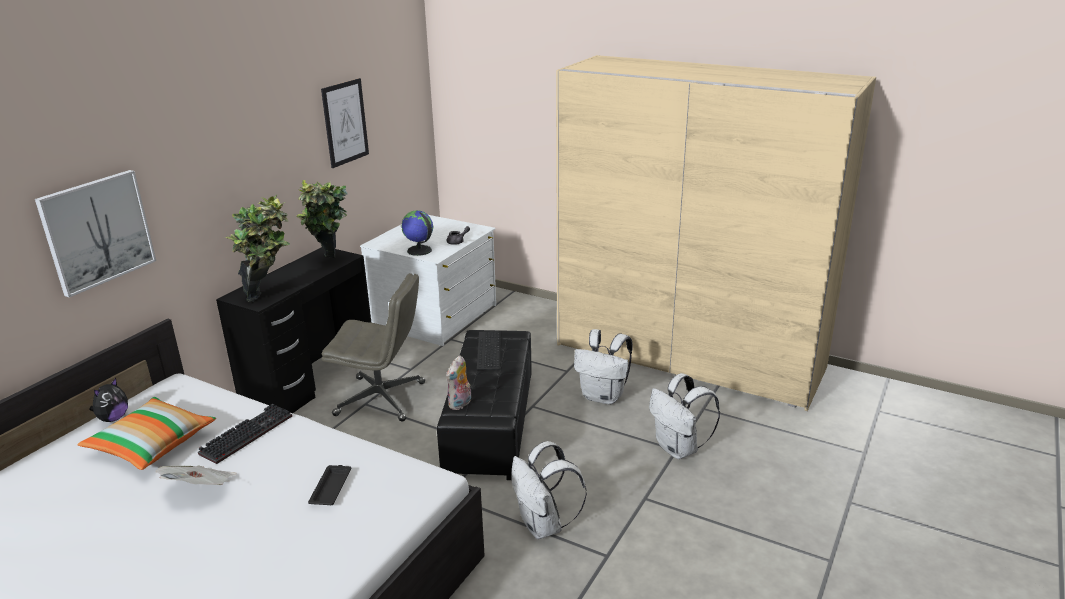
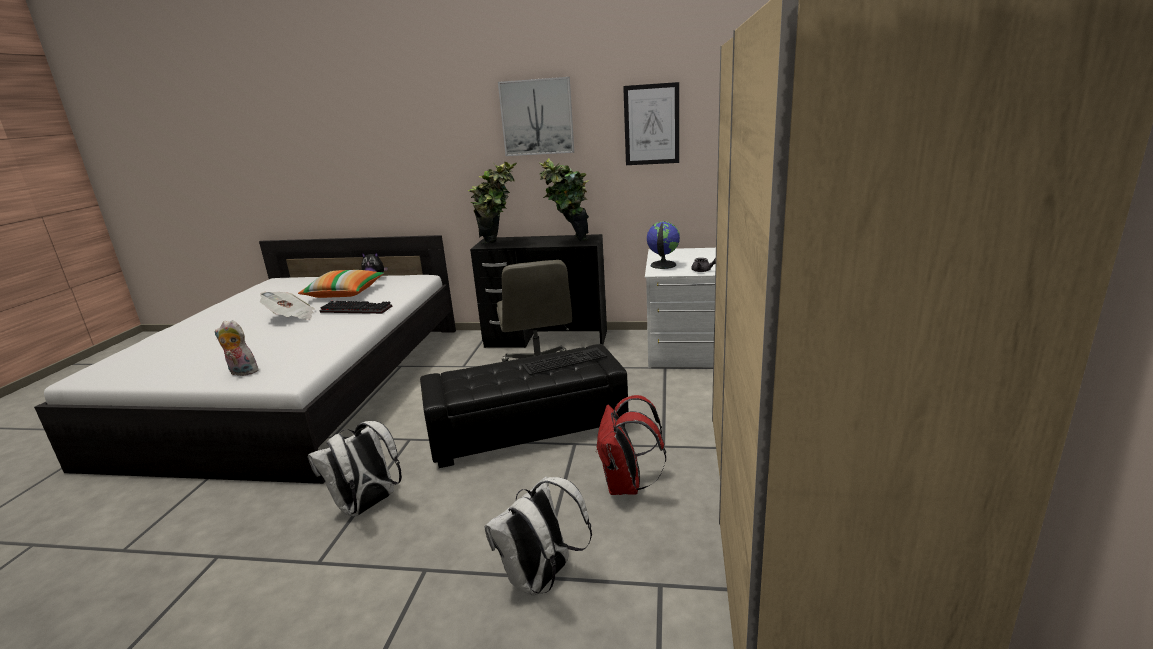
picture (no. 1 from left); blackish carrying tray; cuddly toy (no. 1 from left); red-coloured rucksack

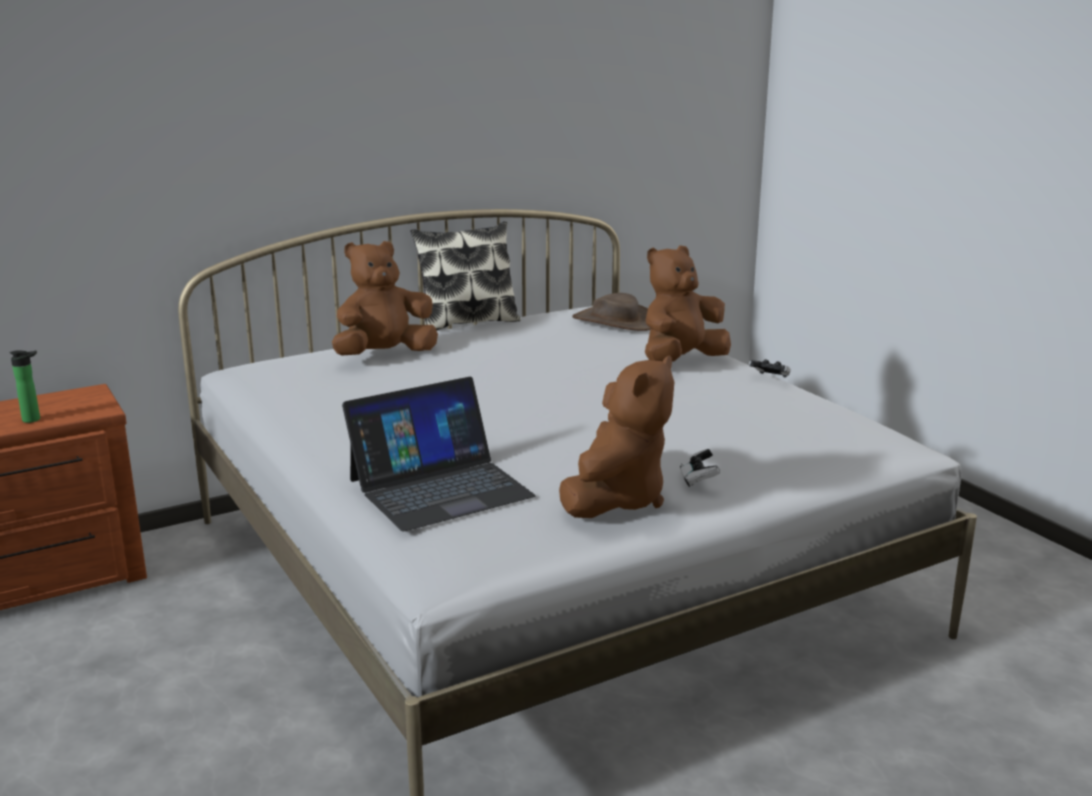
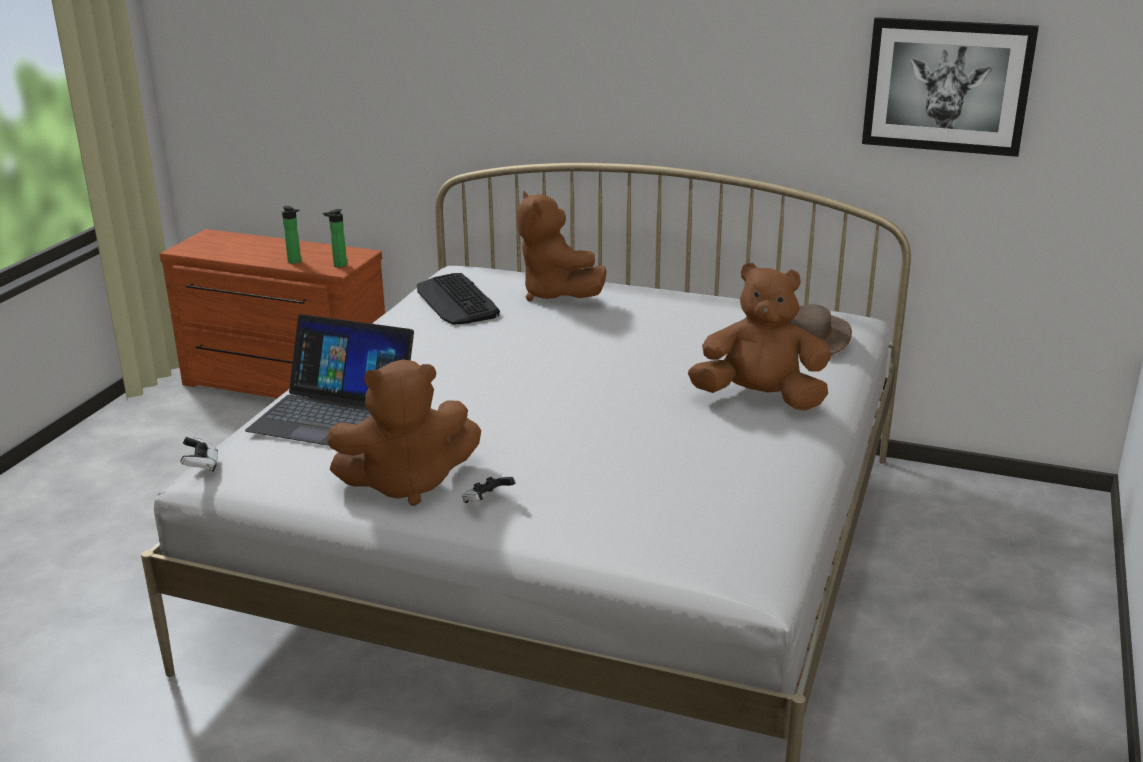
brown cuddly toy (no. 2 from left); cushion; joypad (no. 1 from left); bottle (no. 2 from left); PC keyboard; picture

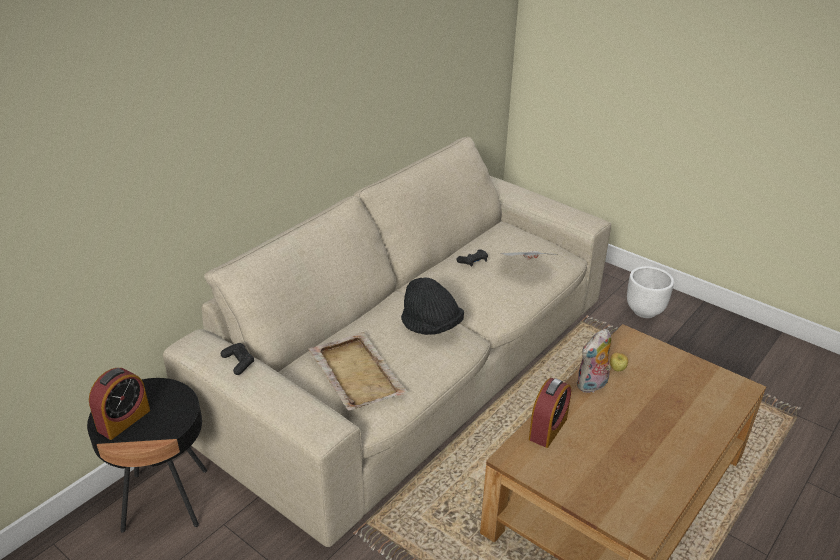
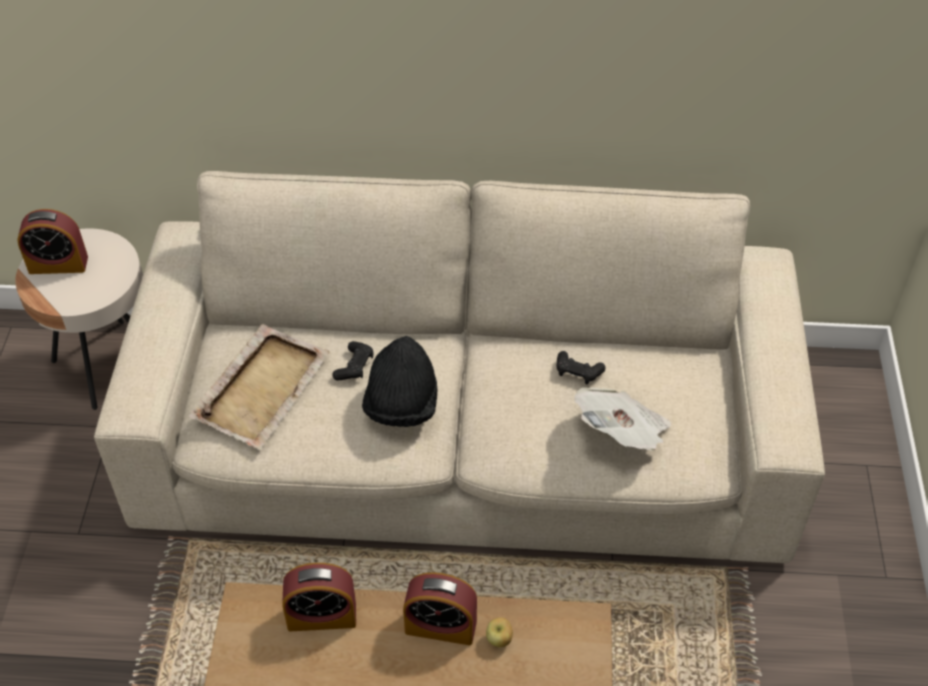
beige accent table; blackish joypad (no. 1 from left); bedside clock (no. 3 from left); white-coloured flower pot

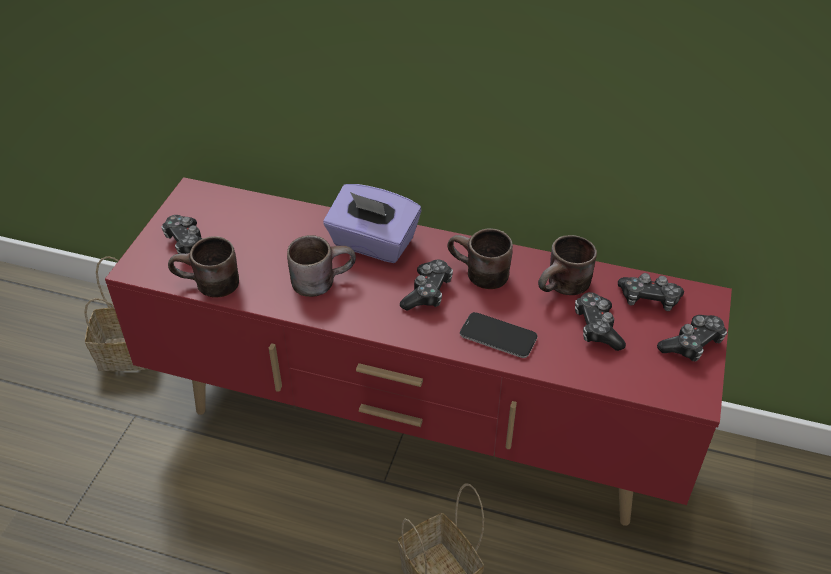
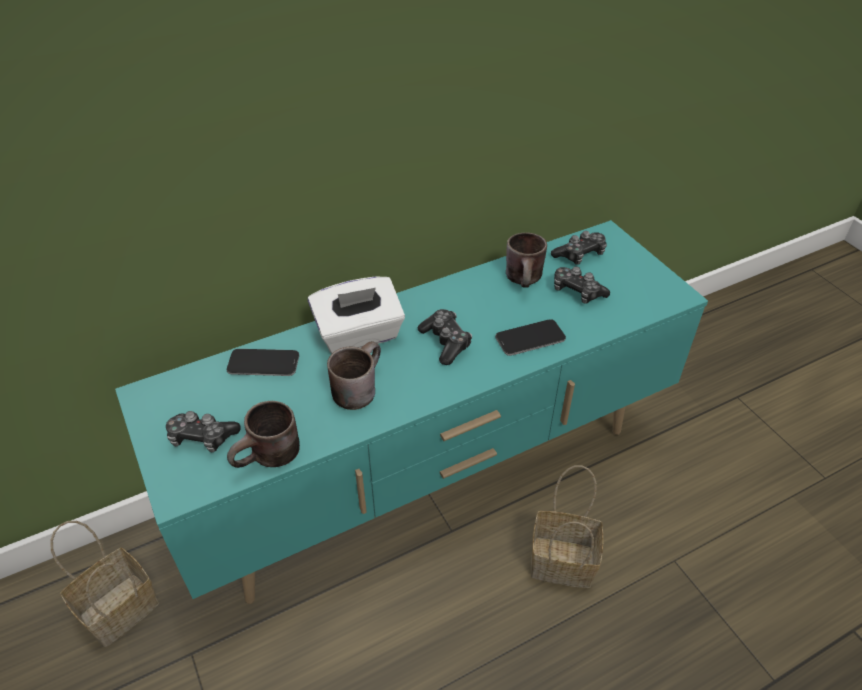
turquoise tv stand; white-coloured tissue holder; brown coffee mug (no. 3 from left in the first image); joypad (no. 5 from left in the first image); telephone (no. 1 from left)

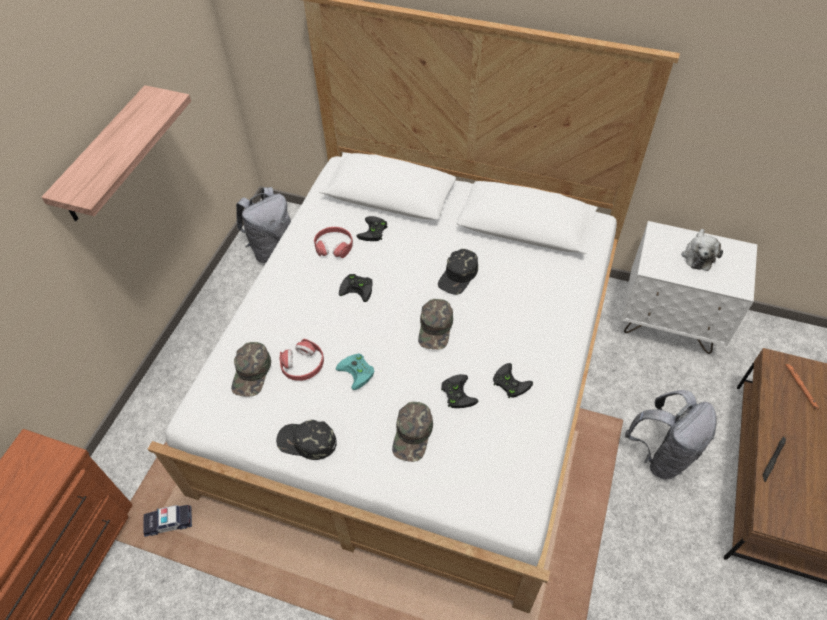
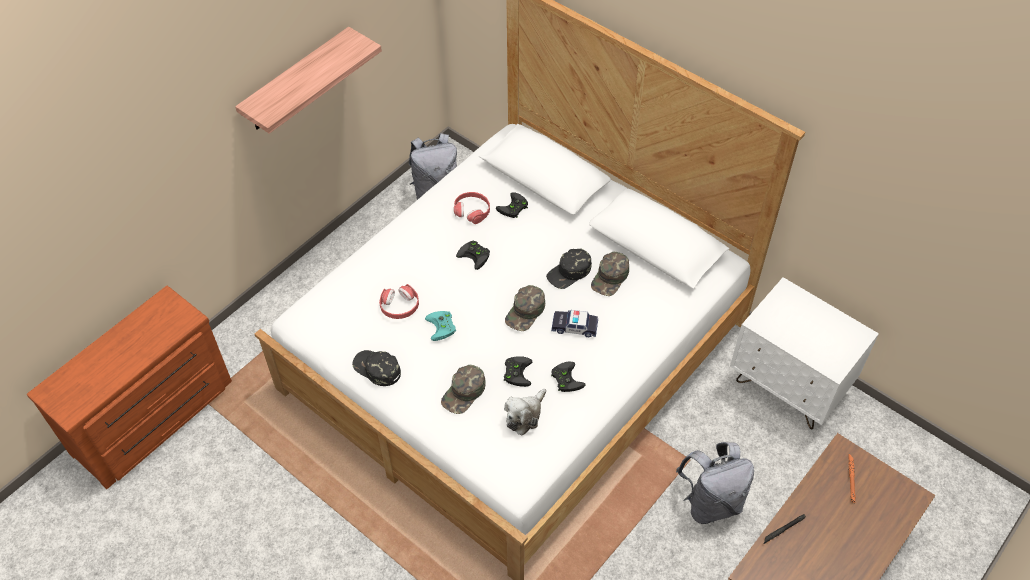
model car; green cap (no. 3 from left); cuddly toy

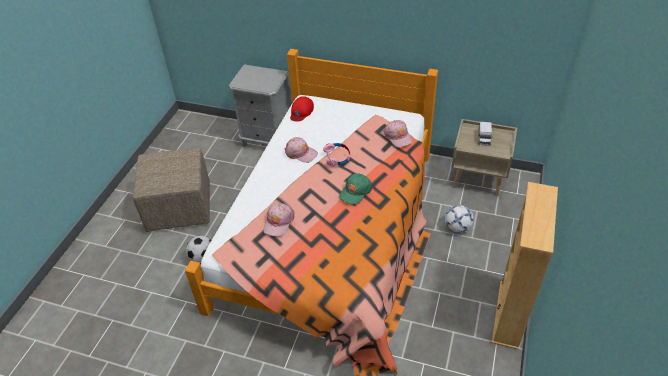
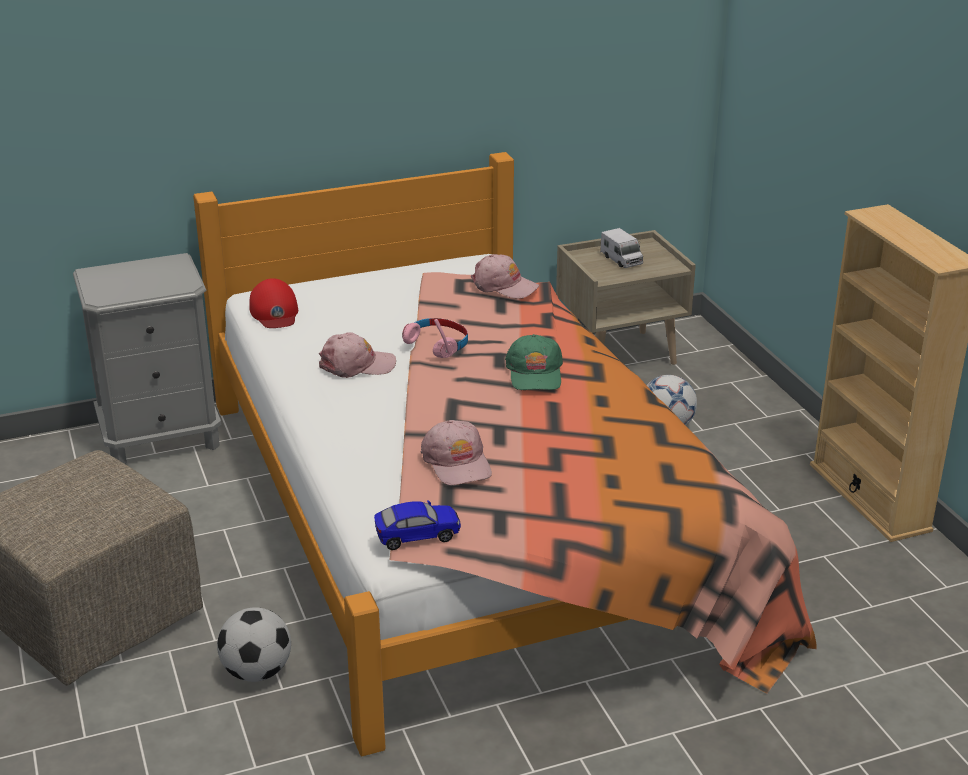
model car

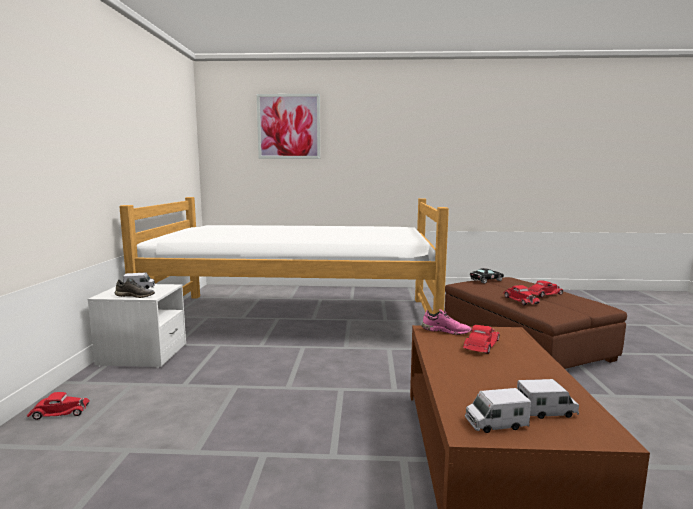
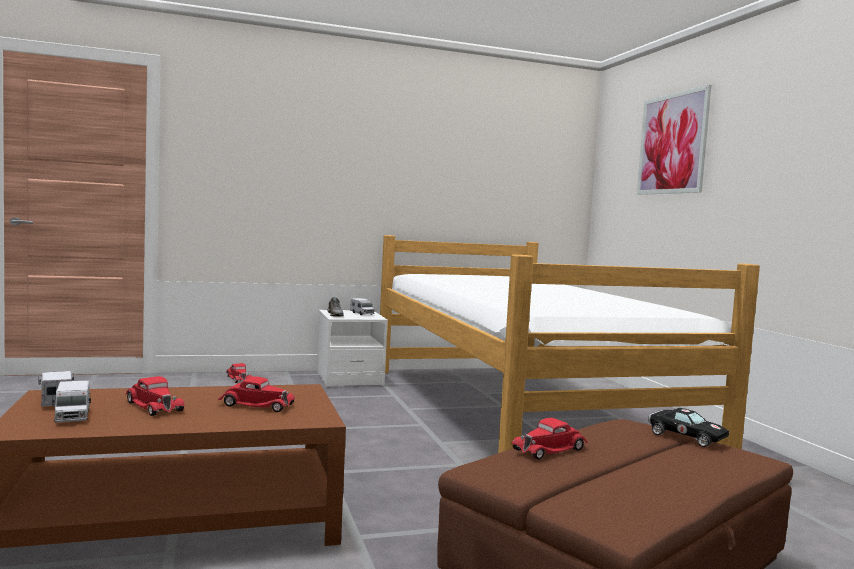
pinkish shoe; red-coloured model car (no. 1 from left)

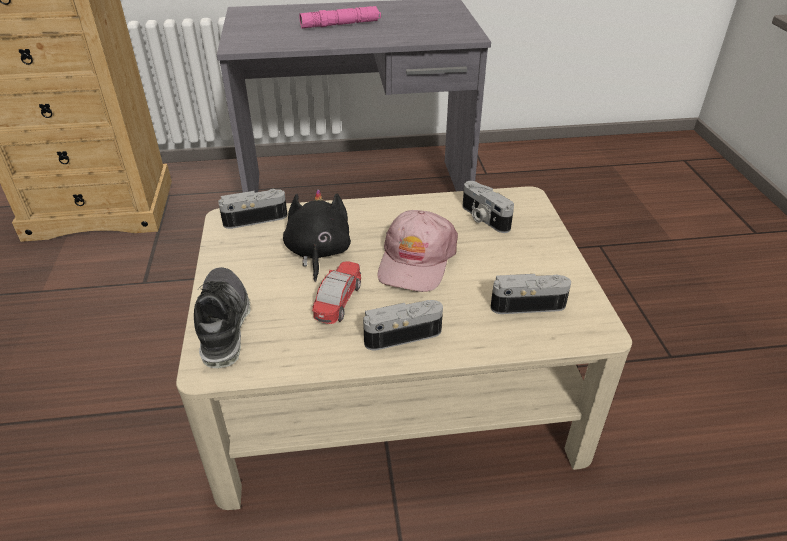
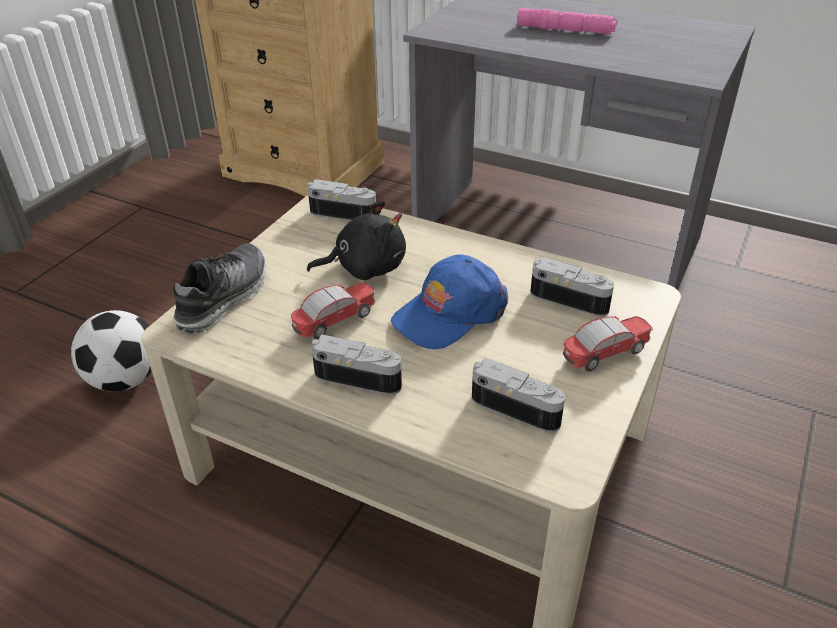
blackish cuddly toy; bluish cap; still camera (no. 4 from left); football ball; model car (no. 2 from left)

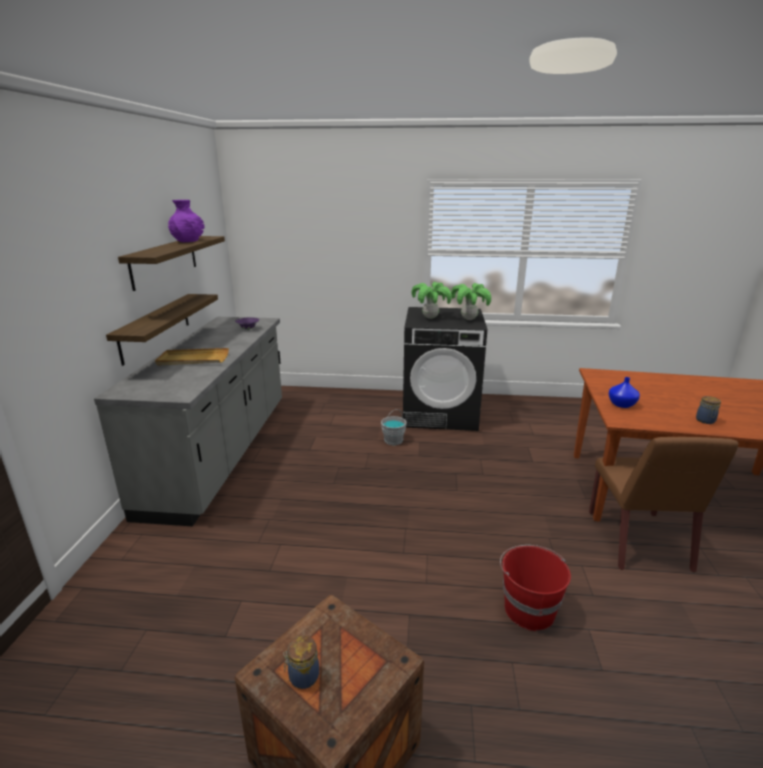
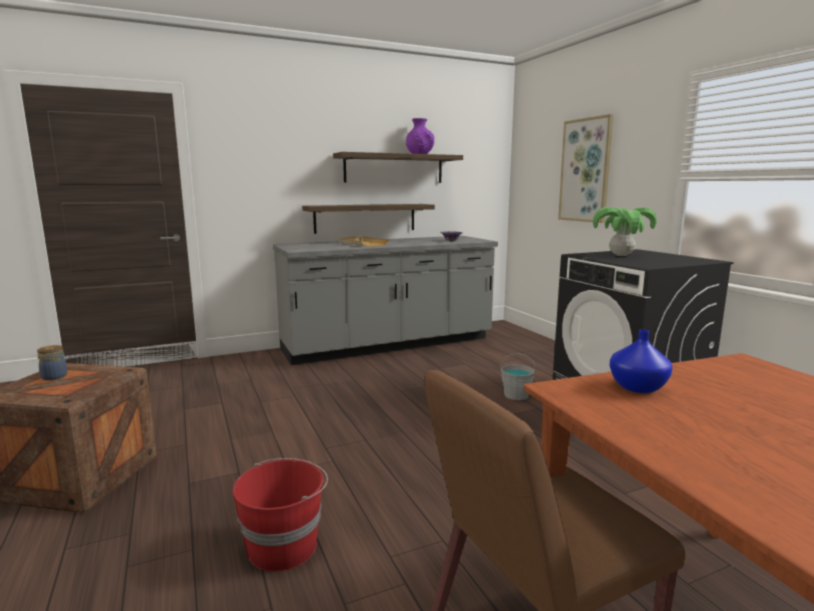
plant in a pot (no. 2 from left in the first image); storage jar (no. 2 from left in the first image); picture

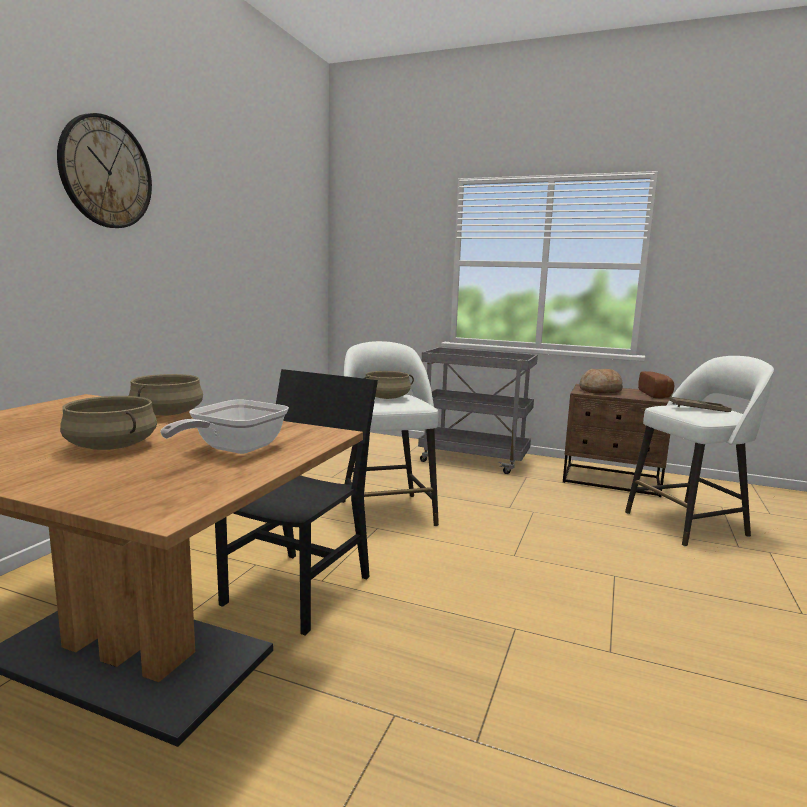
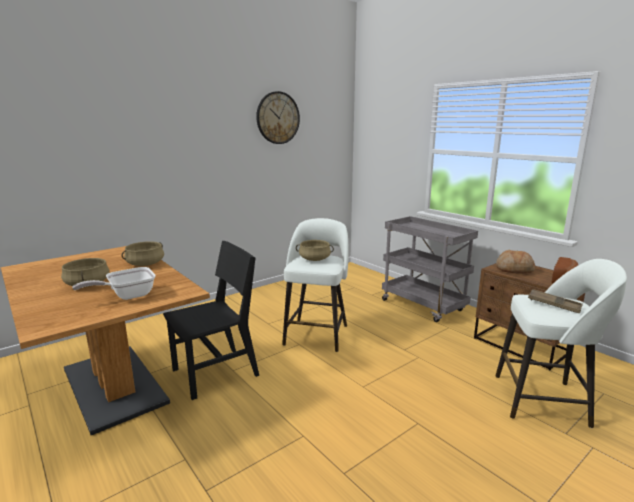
wall clock

